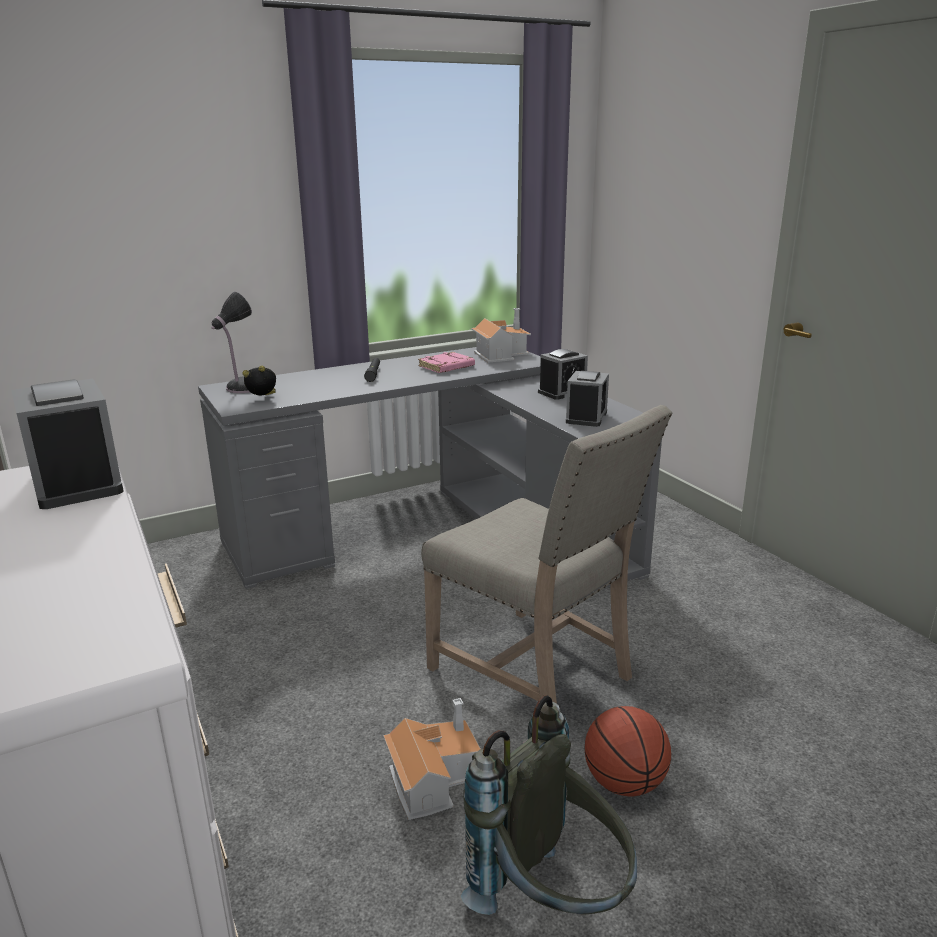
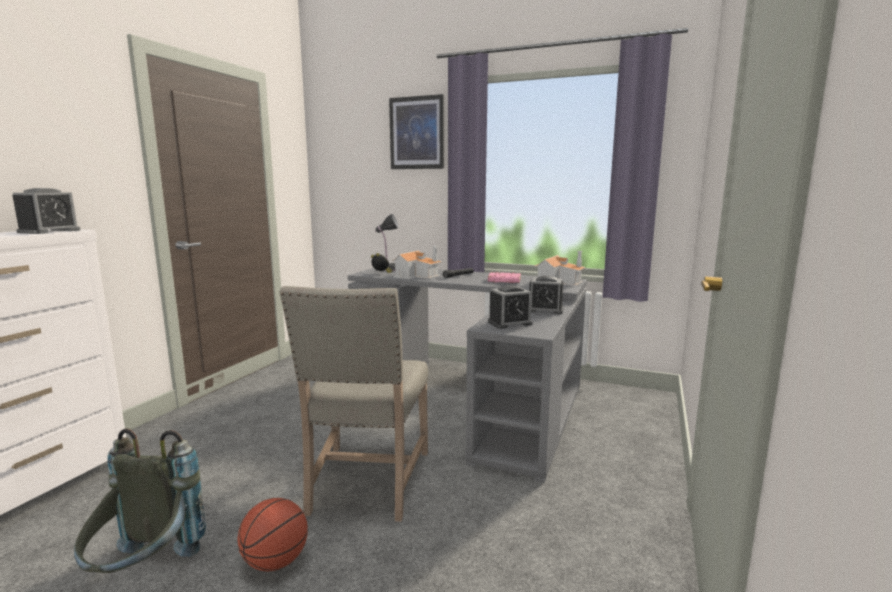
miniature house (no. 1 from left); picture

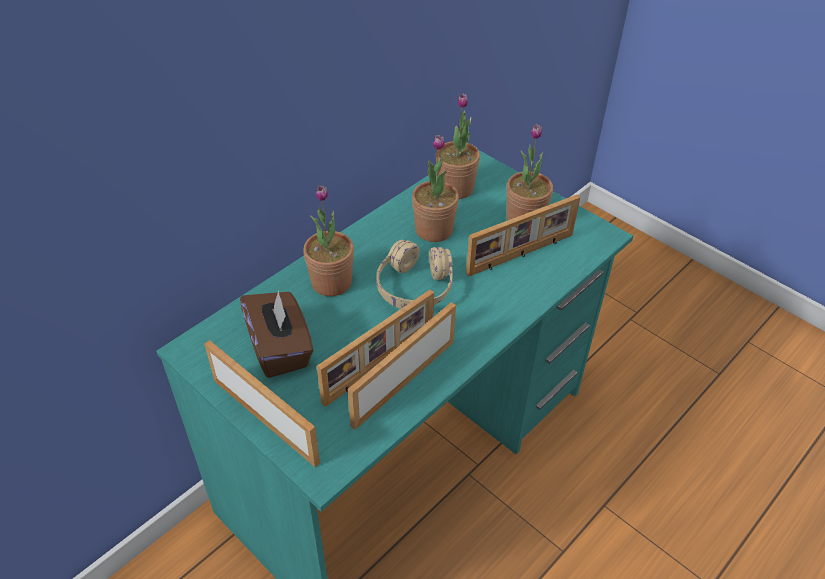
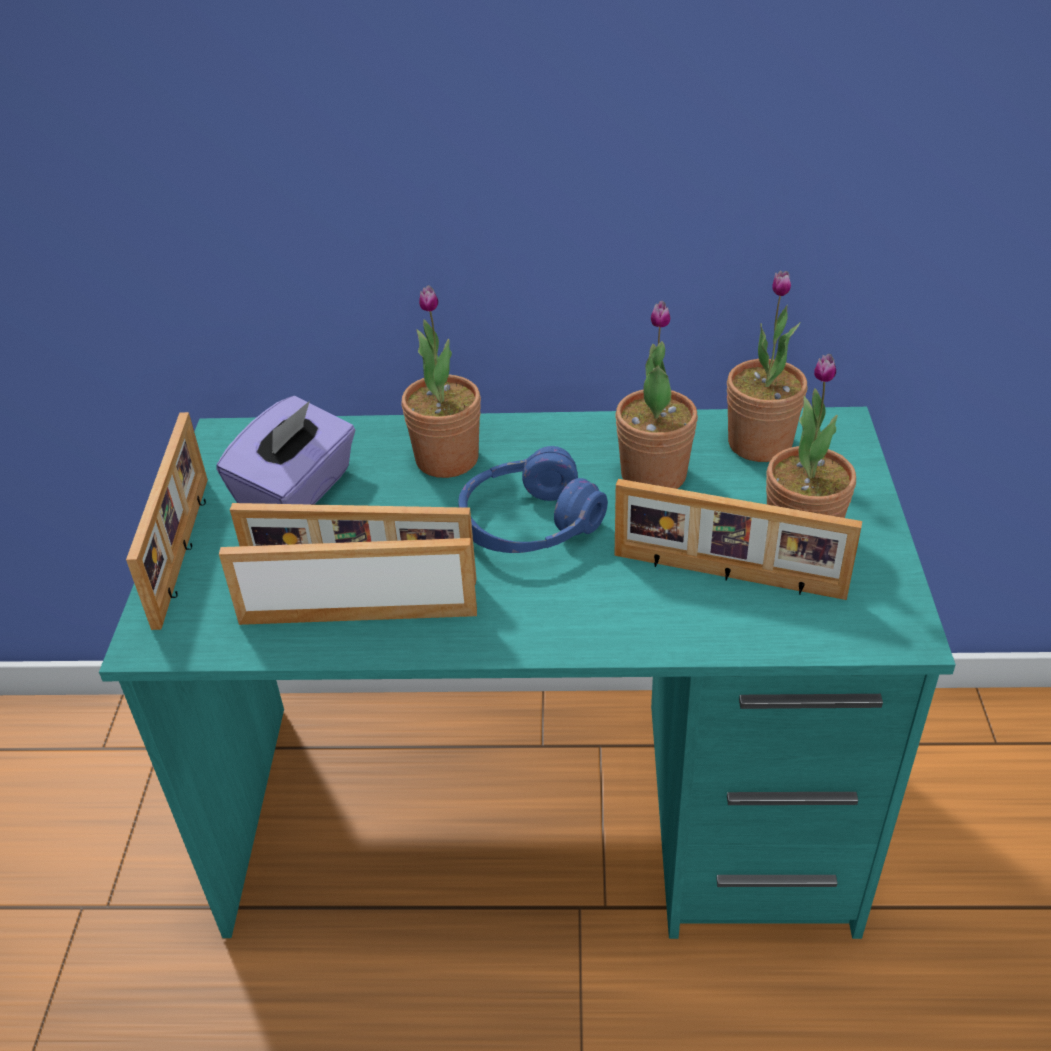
purple-coloured tissue holder; bluish pair of headphones

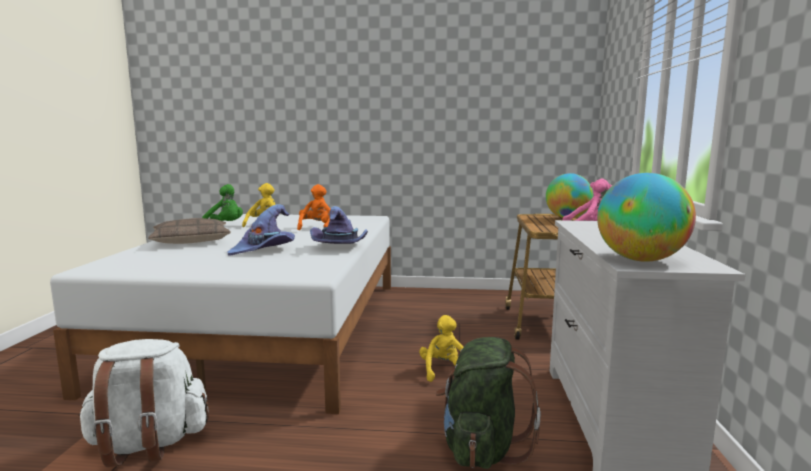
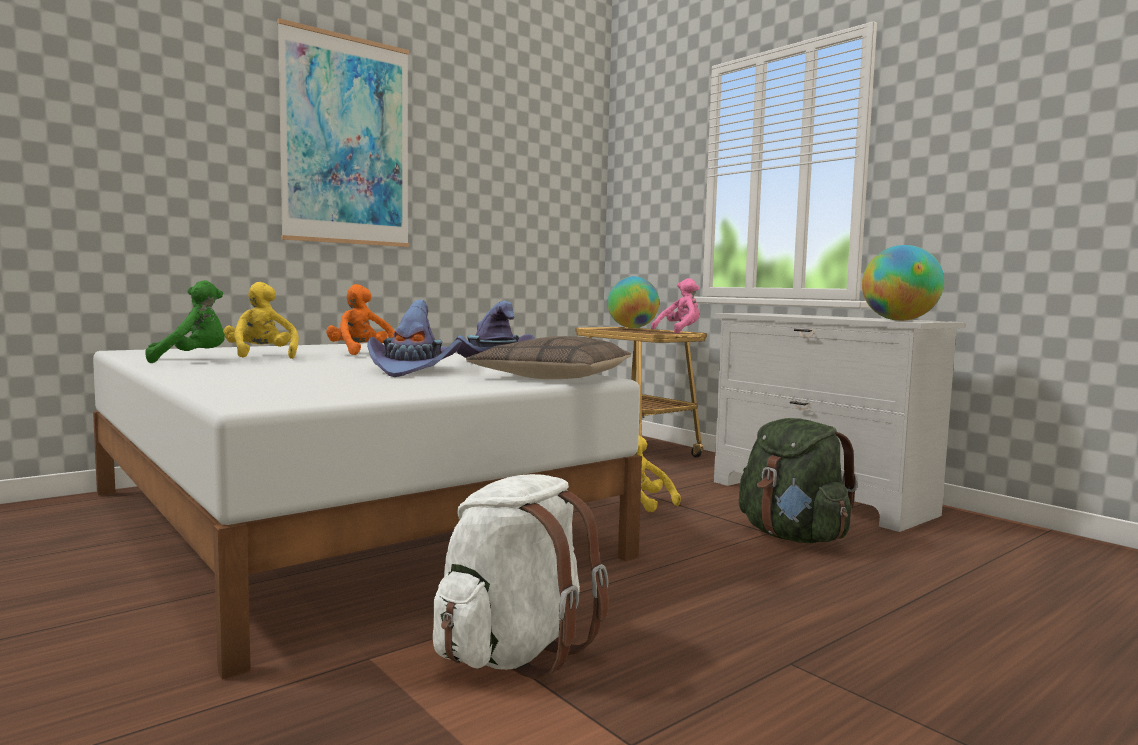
cushion; picture

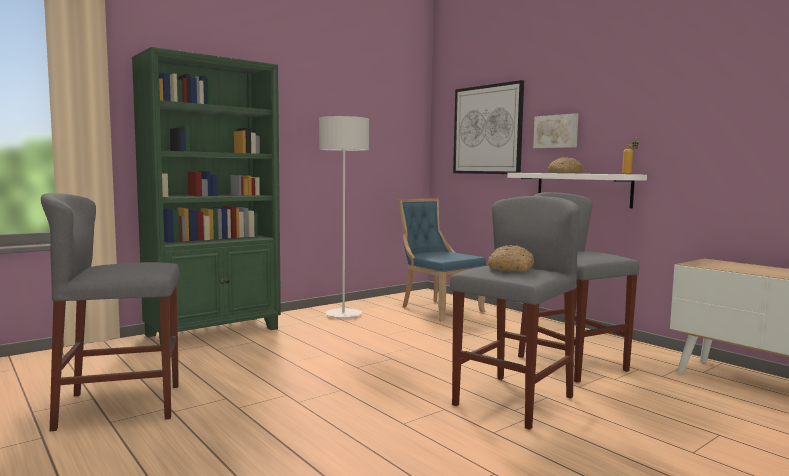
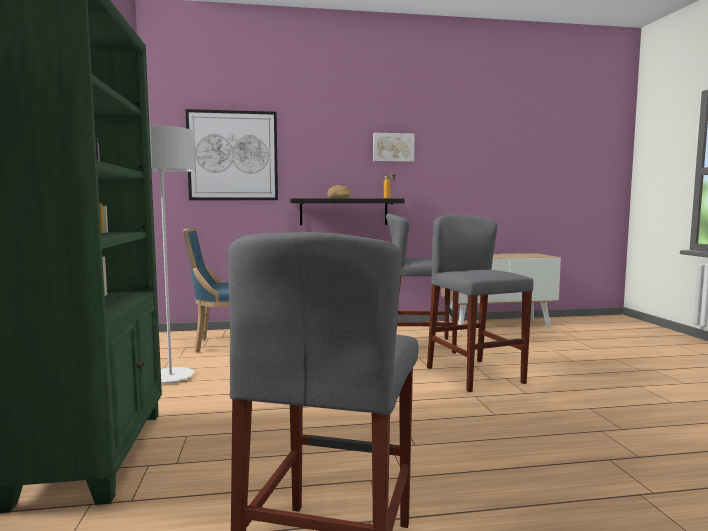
baked bread (no. 1 from left in the first image); blackish wall shelf; picture (no. 2 from left)

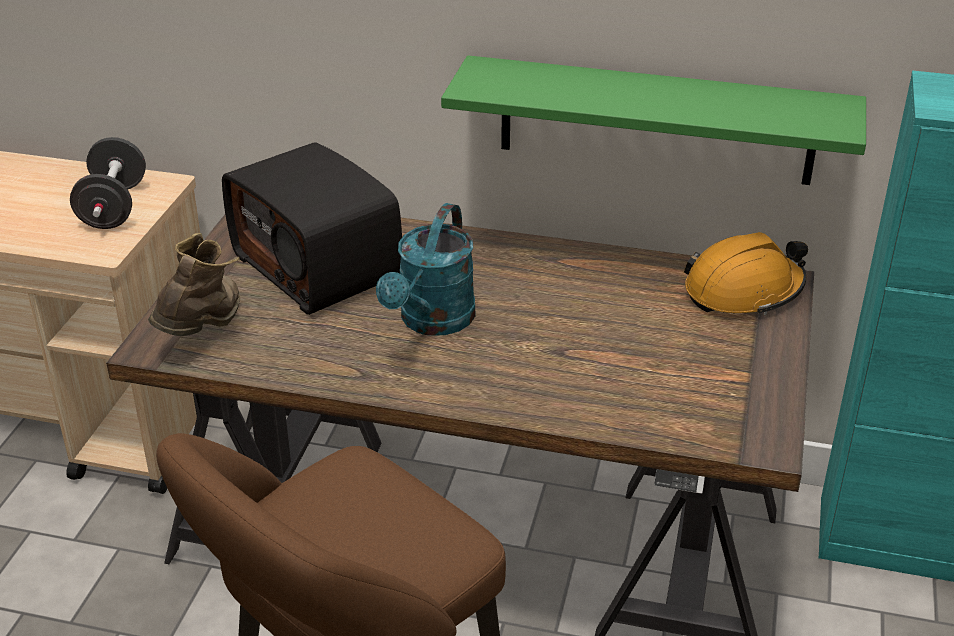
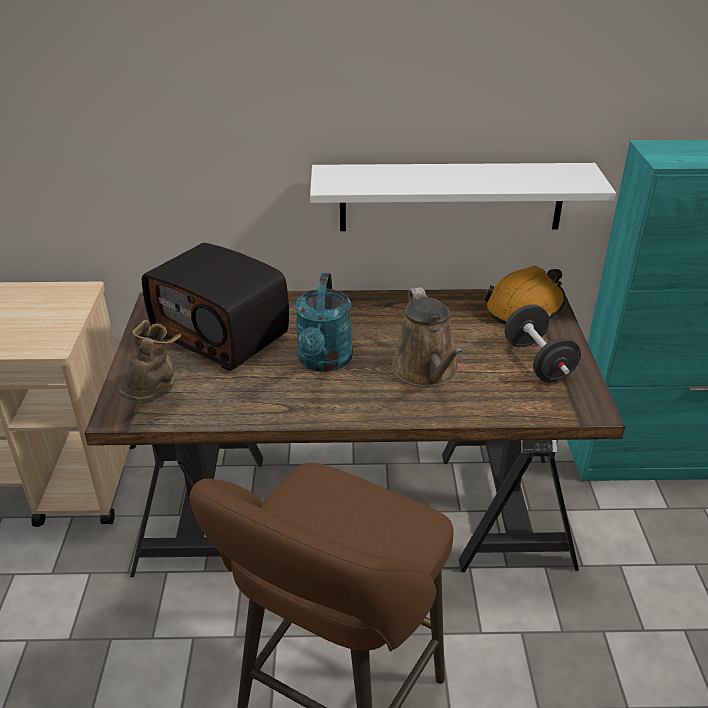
blackish dumbbell; white-coloured wall shelf; brown watering pot

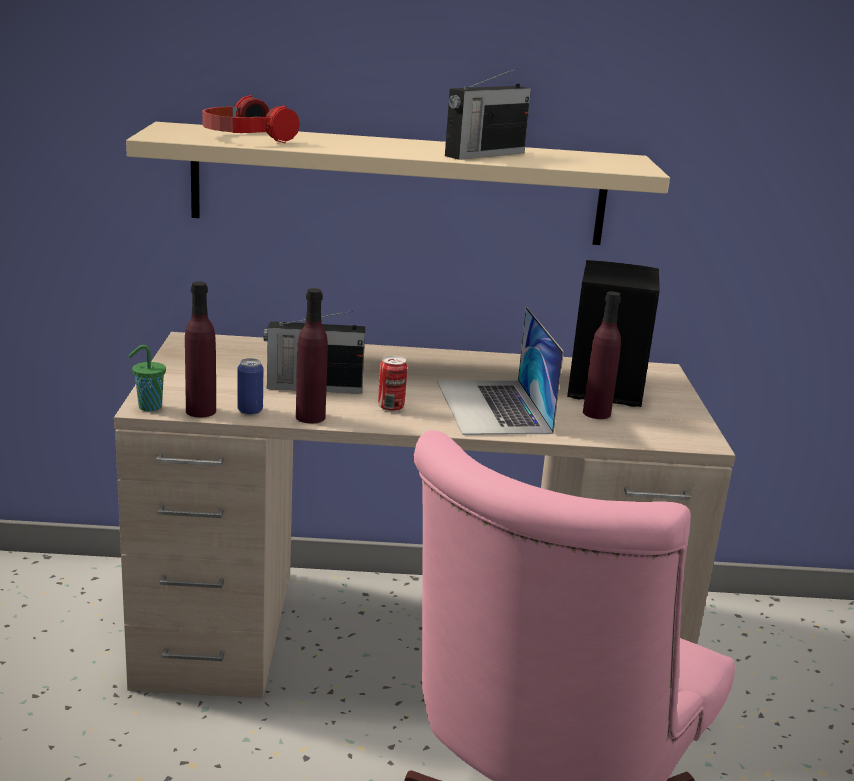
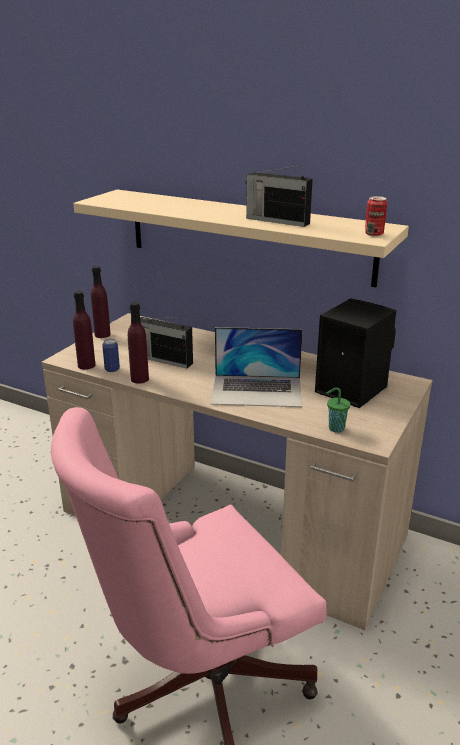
green cup; pair of headphones; sealed can (no. 2 from left); notebook computer; radio receiver (no. 2 from left); purple-coloured bottle (no. 2 from left)

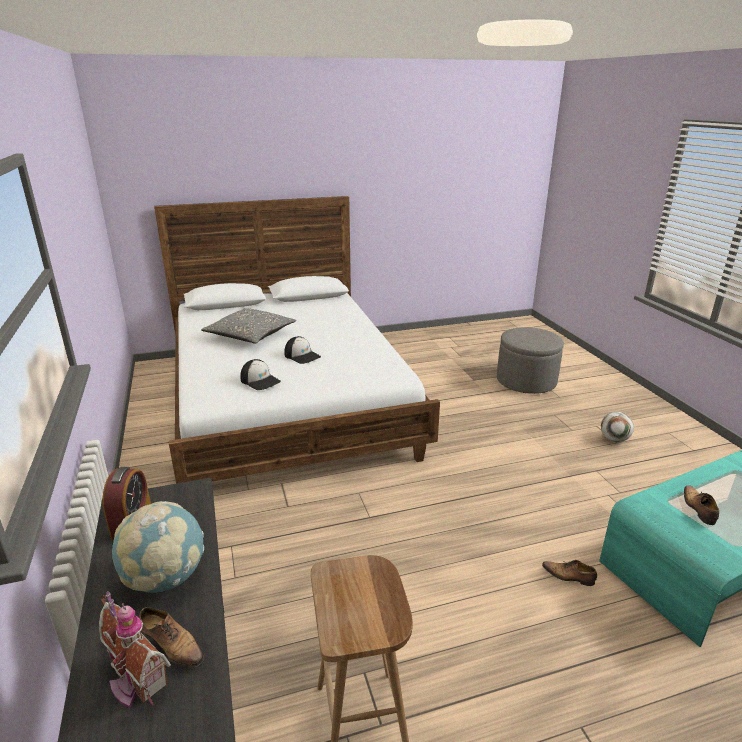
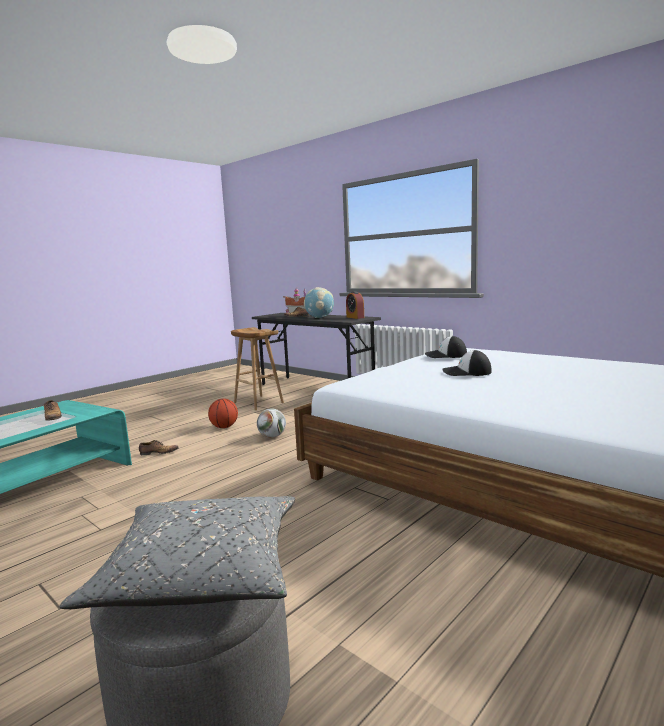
grey cushion; football ball; ball for basketball

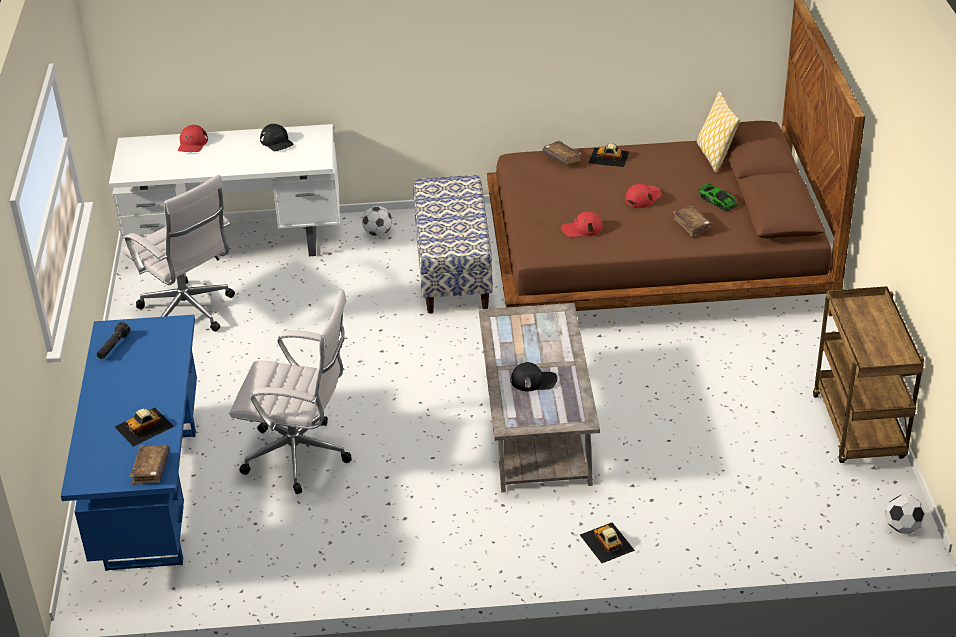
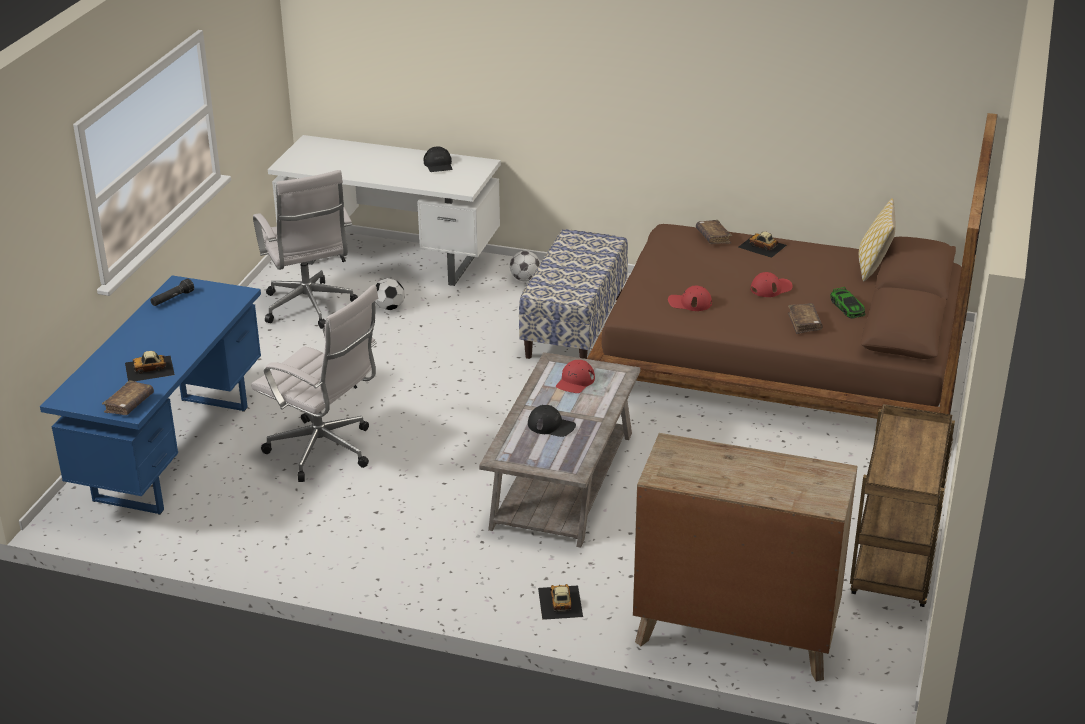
red-coloured cap (no. 1 from left); football ball (no. 1 from left); brown dresser

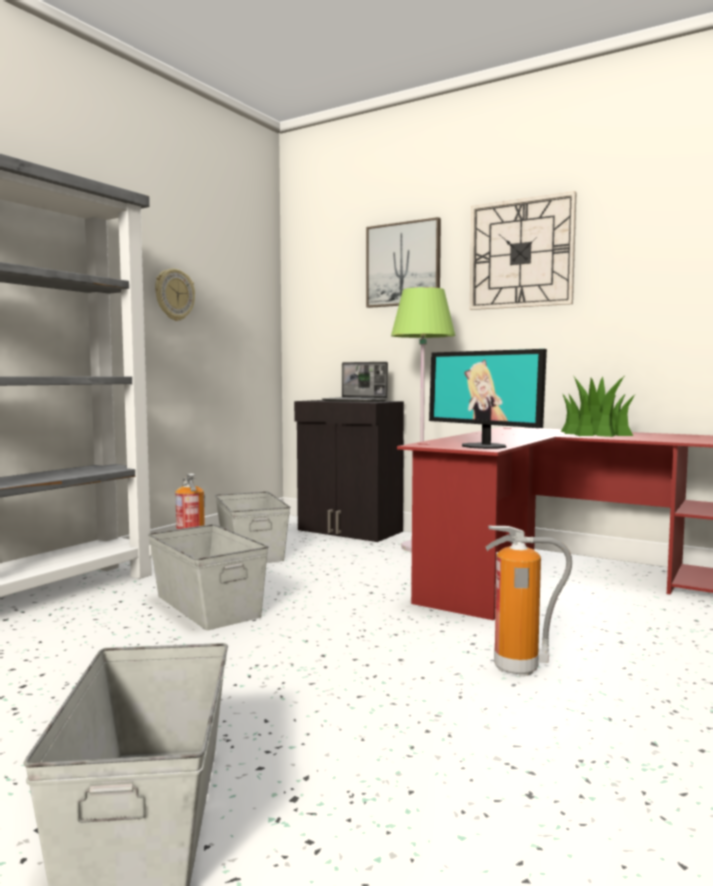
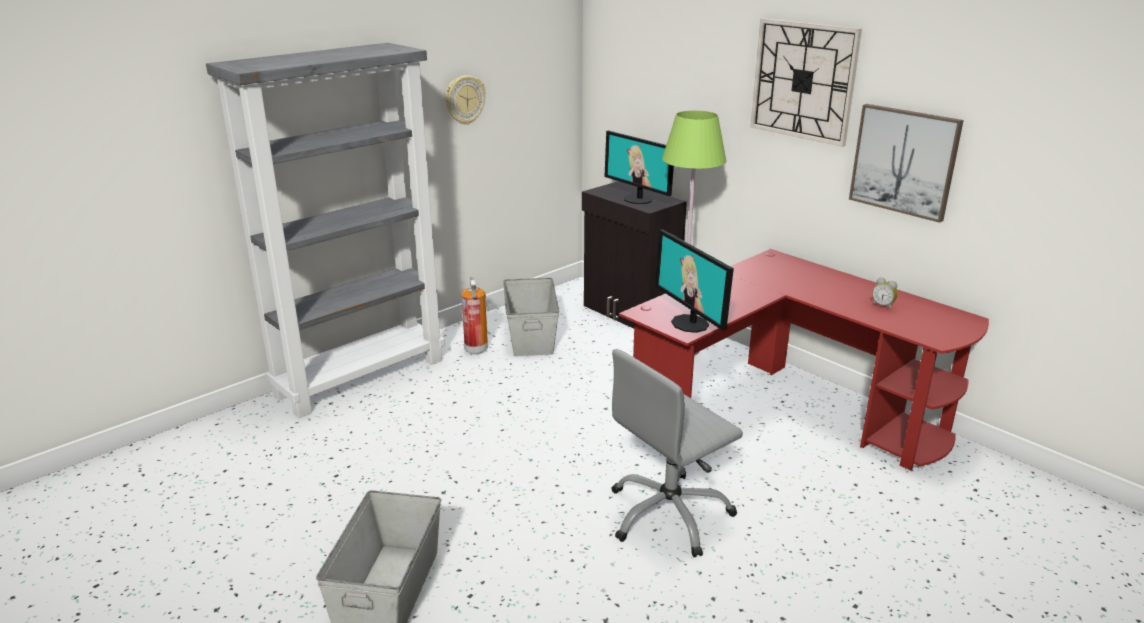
grey storage box (no. 2 from left in the first image); monitor (no. 1 from left); picture; grey computer chair; plant in a pot; bedside clock

